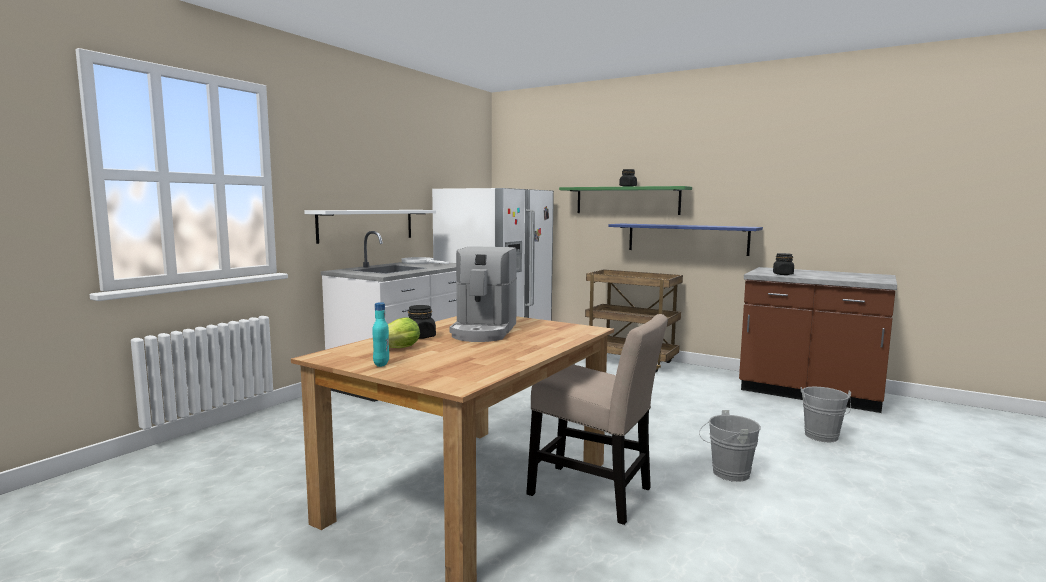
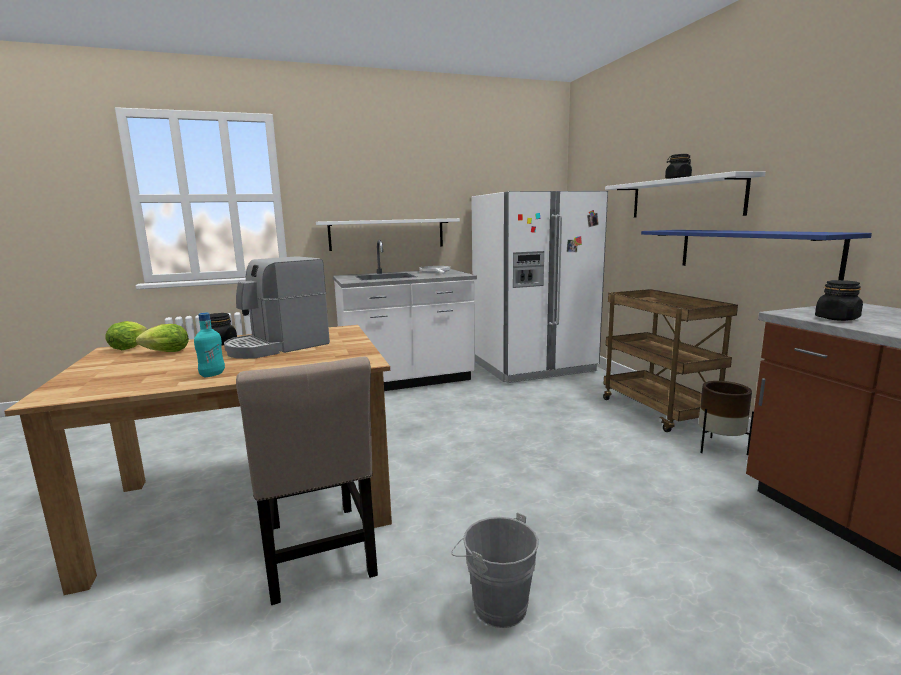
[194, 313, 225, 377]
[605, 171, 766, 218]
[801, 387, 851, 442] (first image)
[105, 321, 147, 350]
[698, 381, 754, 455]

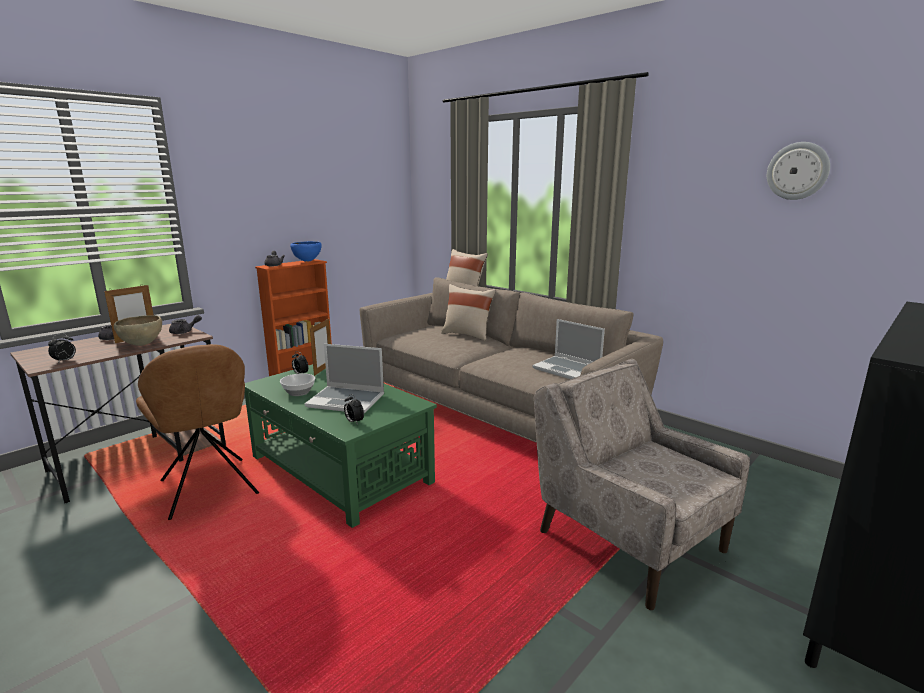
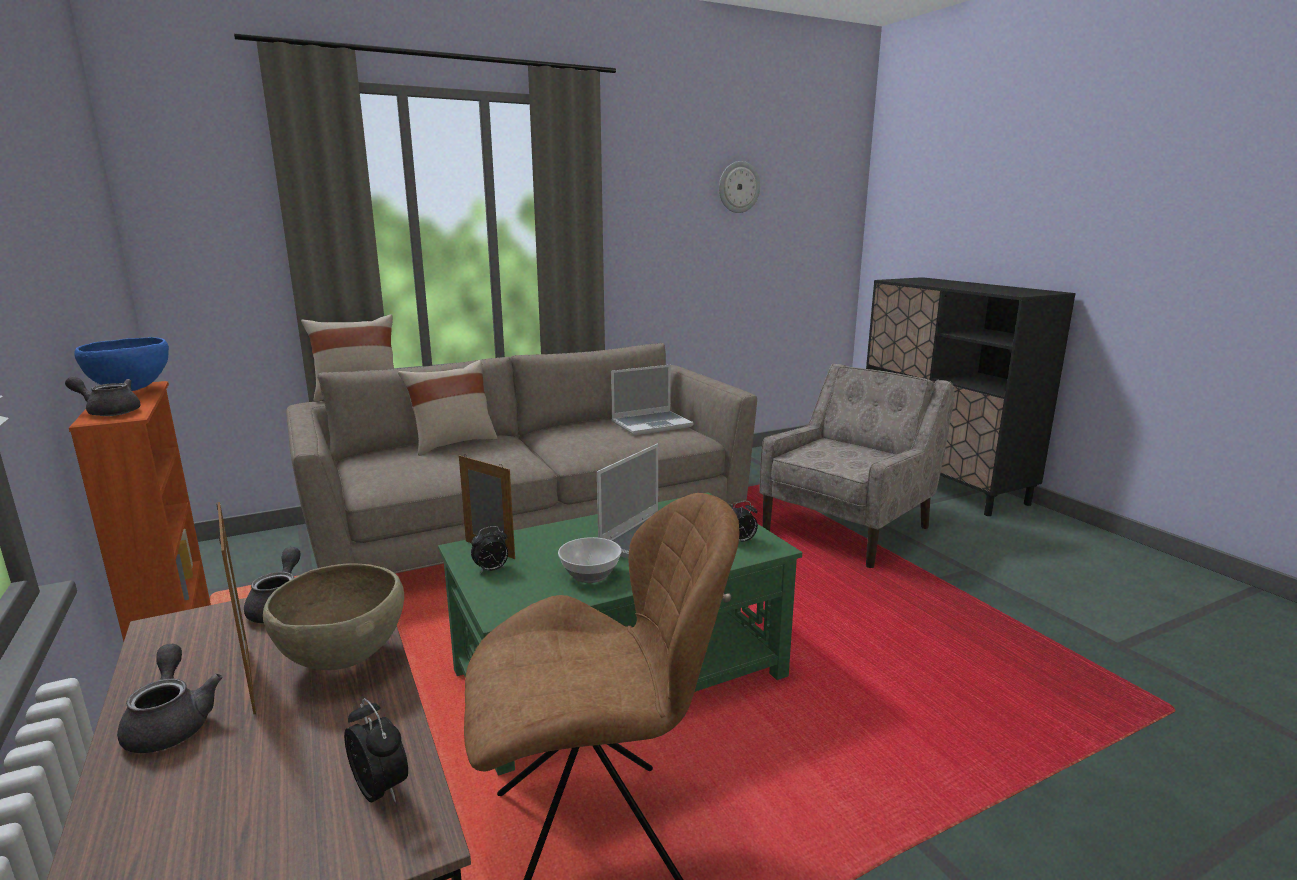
[759, 364, 955, 568]

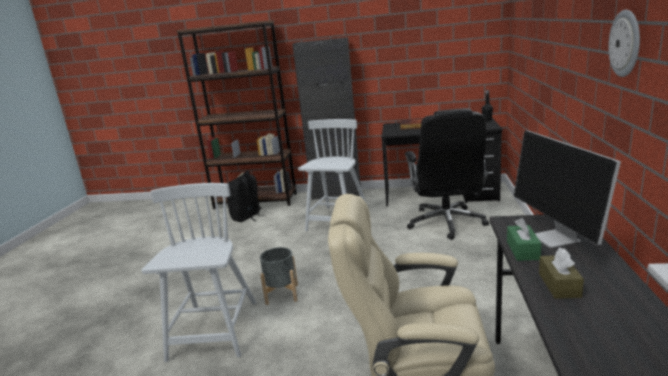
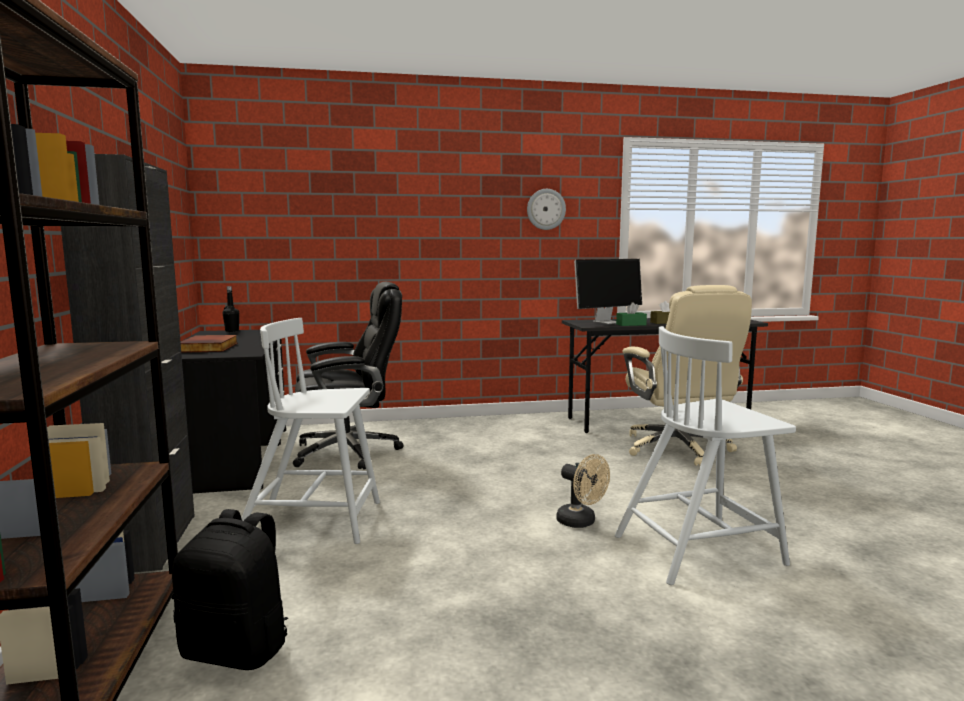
[556, 454, 610, 528]

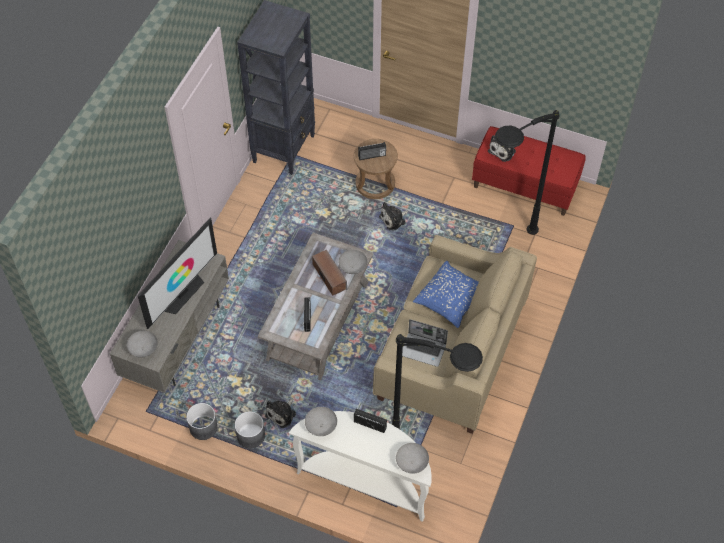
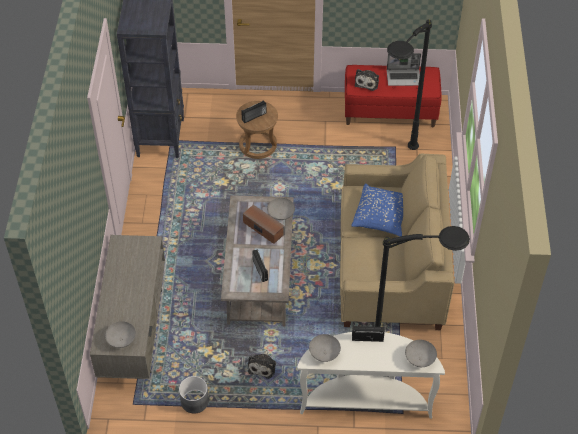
[138, 218, 217, 329] (first image)
[235, 411, 265, 448] (first image)
[379, 202, 408, 230] (first image)
[387, 53, 421, 86]

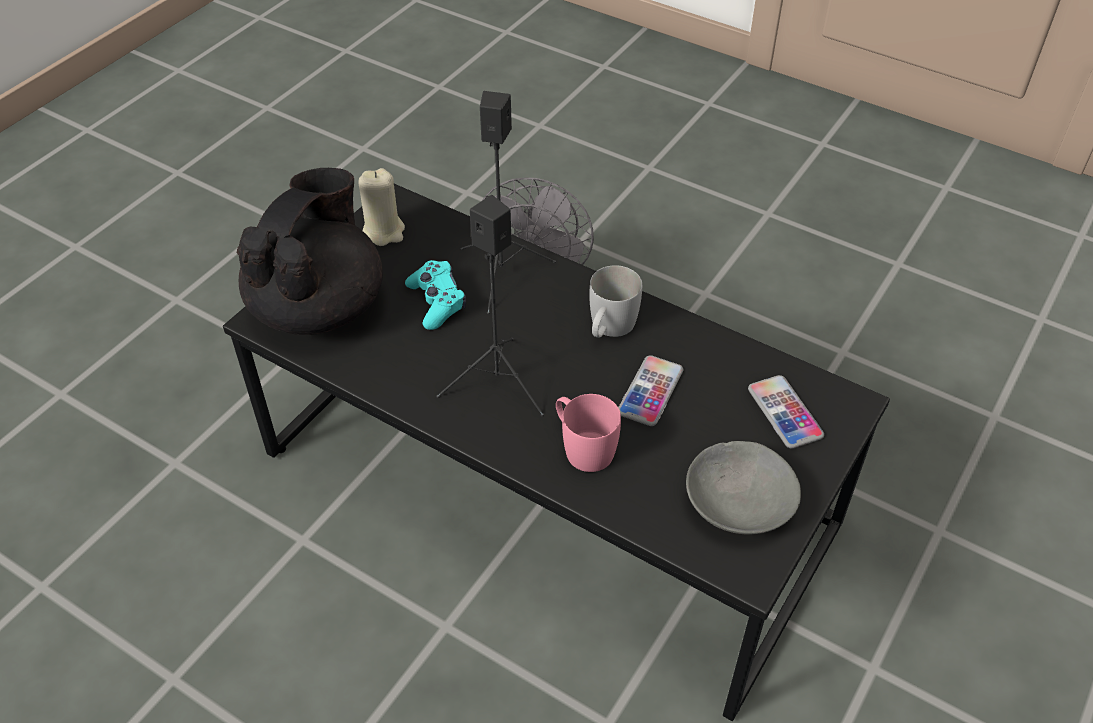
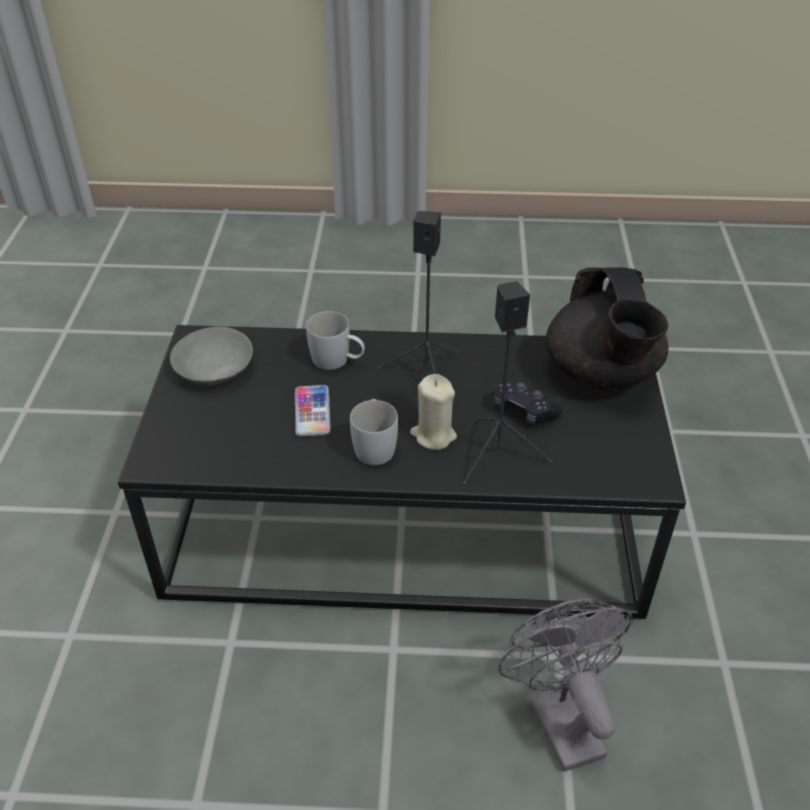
[410, 374, 457, 450]
[494, 382, 562, 426]
[306, 311, 365, 370]
[748, 375, 824, 449] (first image)

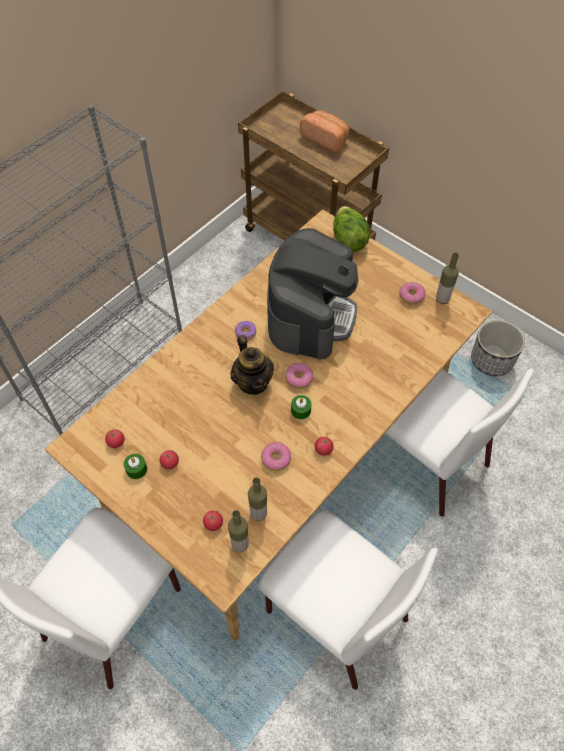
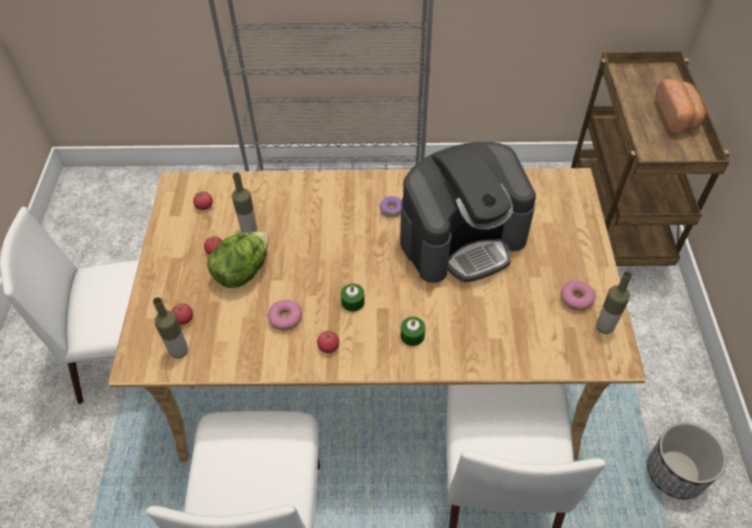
[401, 317, 425, 346]
[230, 335, 274, 395] (first image)
[232, 172, 257, 233]
[285, 363, 313, 389] (first image)
[207, 231, 269, 288]

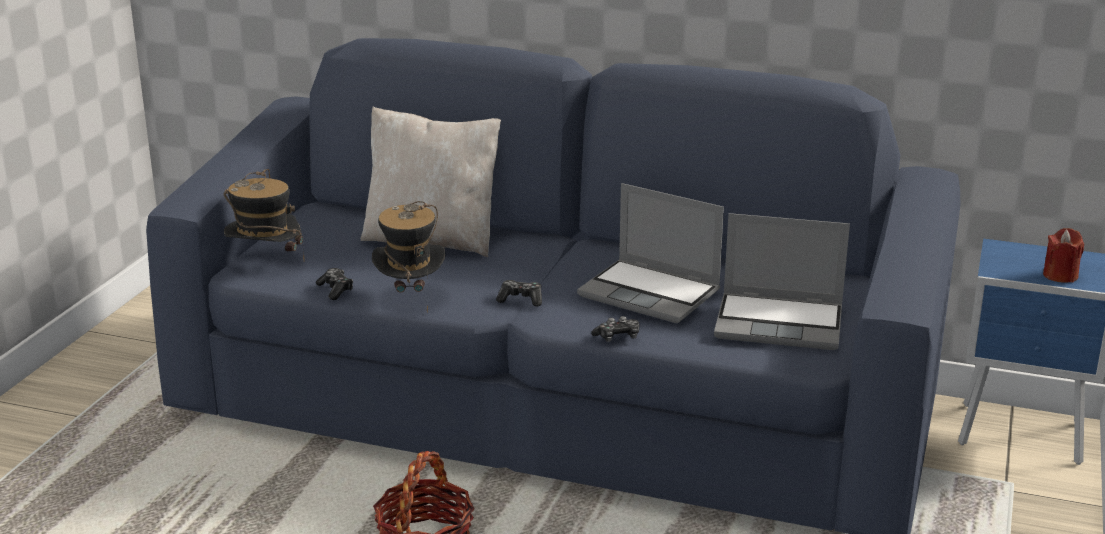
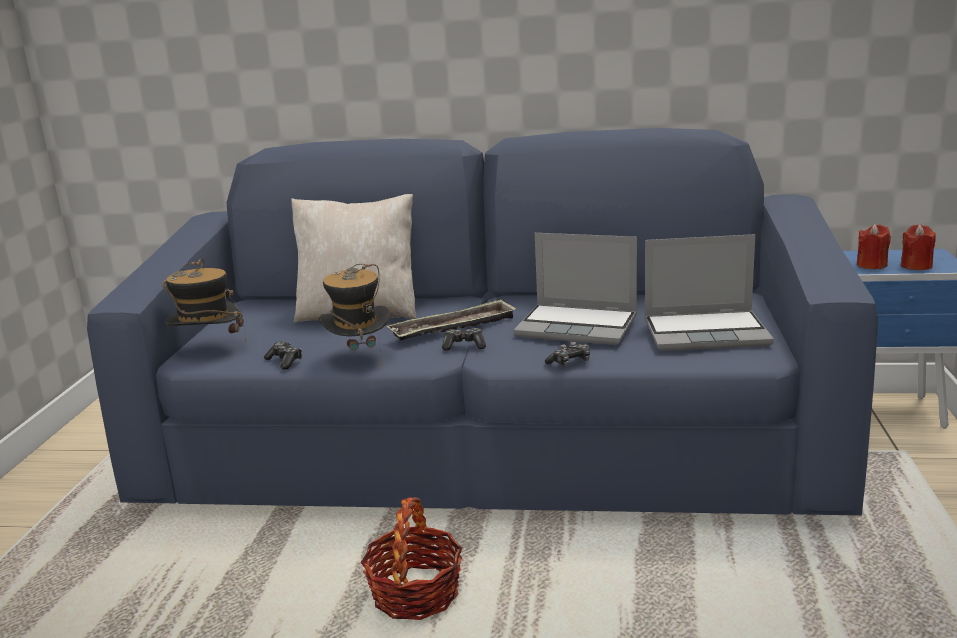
[387, 299, 516, 341]
[857, 224, 891, 269]

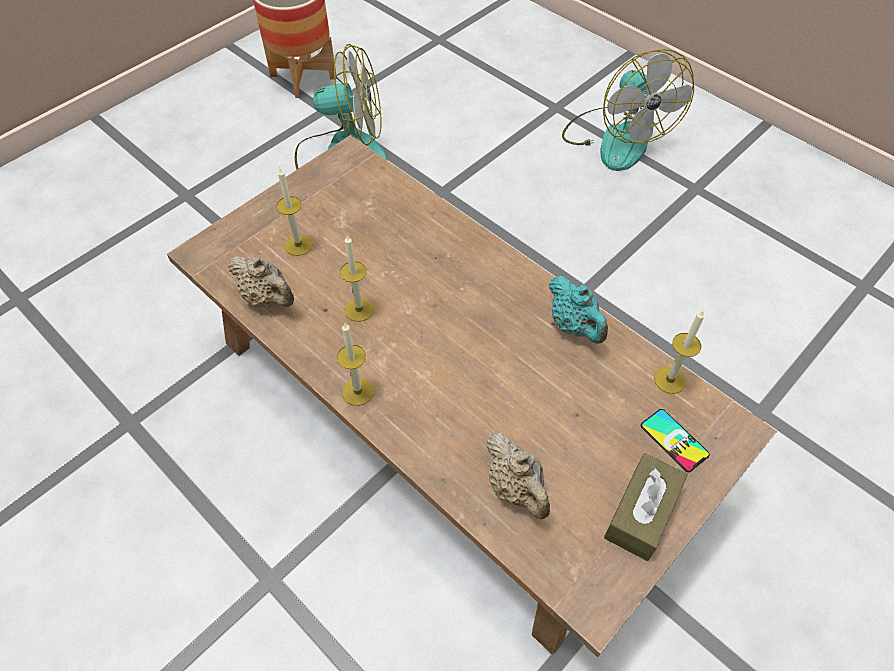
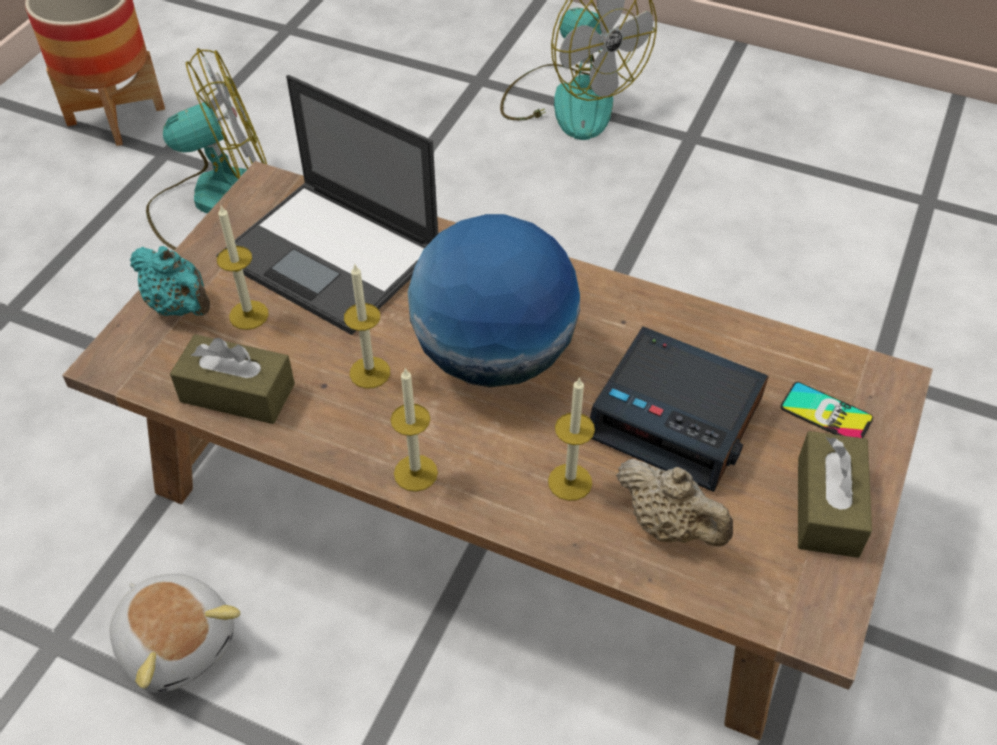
[170, 334, 295, 424]
[130, 246, 210, 316]
[548, 377, 595, 501]
[109, 573, 241, 693]
[217, 75, 438, 335]
[408, 214, 580, 387]
[590, 327, 769, 492]

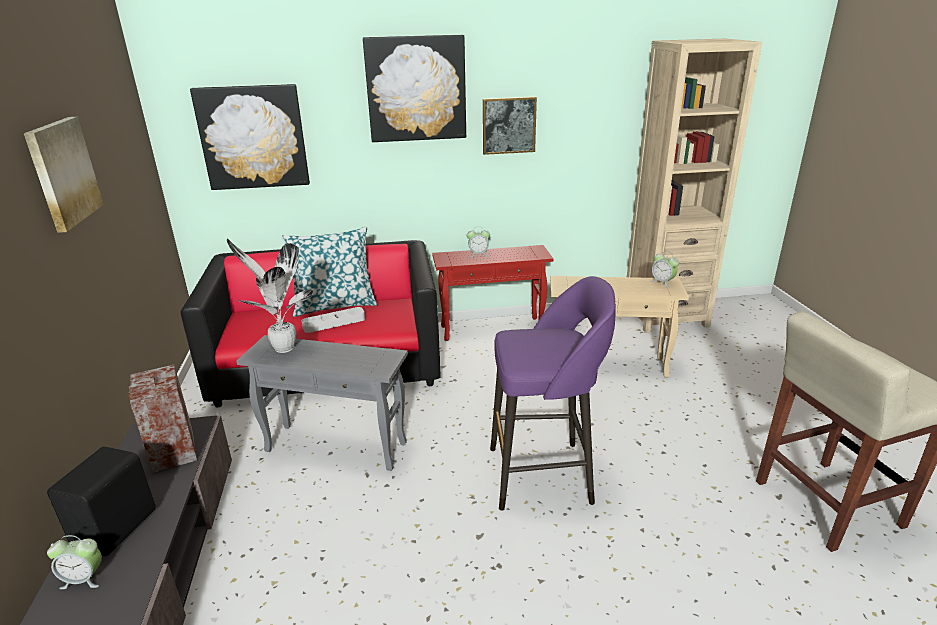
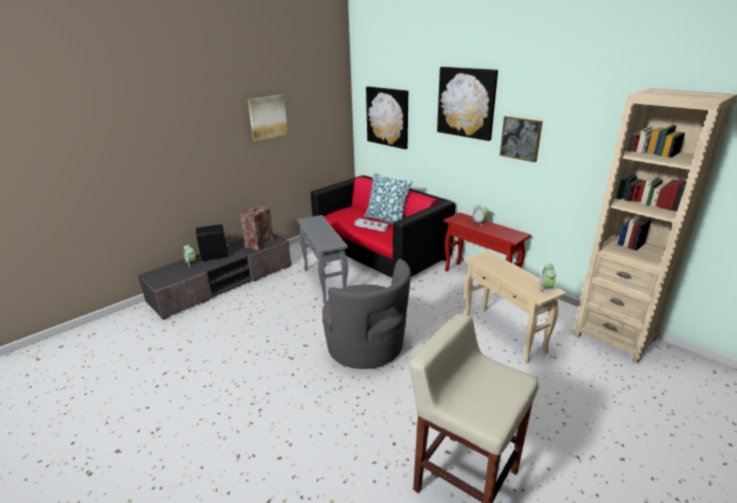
[227, 239, 313, 353] (first image)
[322, 259, 411, 369]

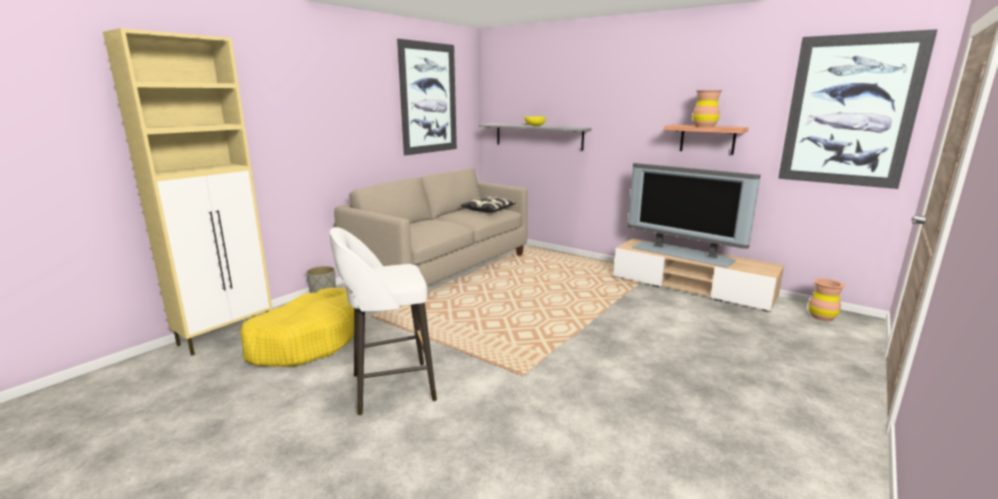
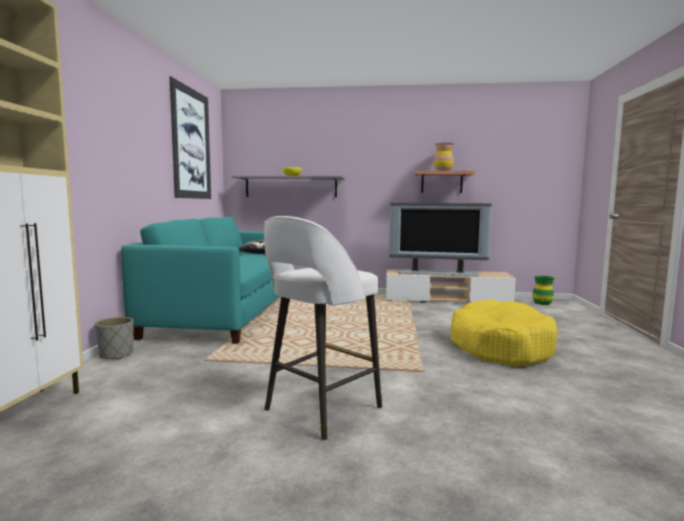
[450, 299, 557, 367]
[121, 217, 293, 344]
[778, 29, 938, 189] (first image)
[532, 276, 555, 305]

